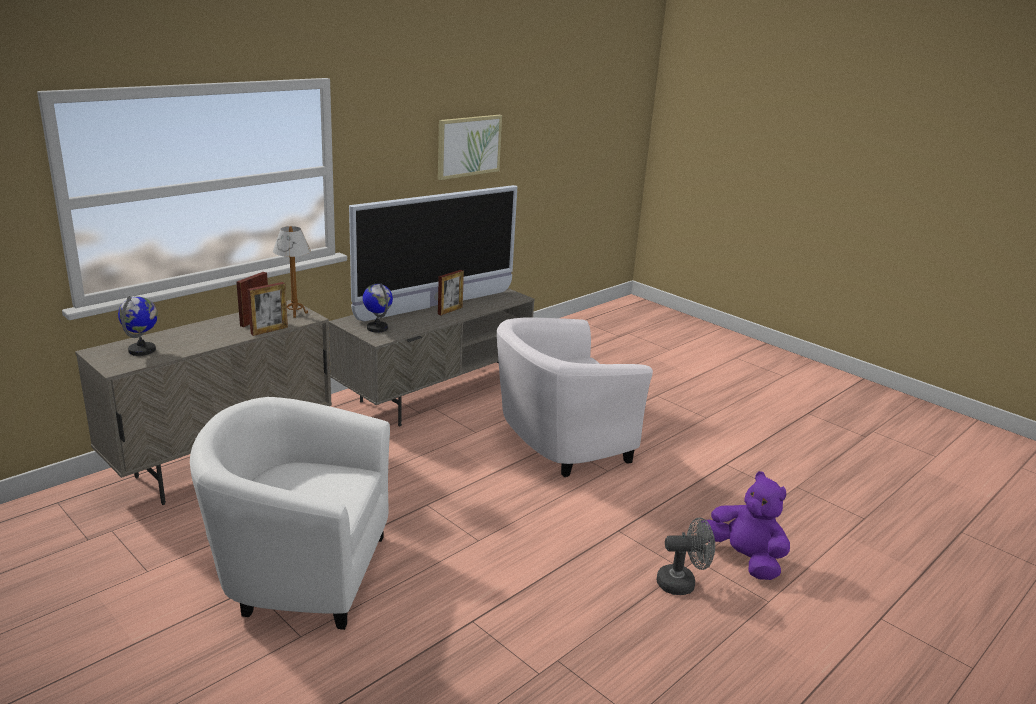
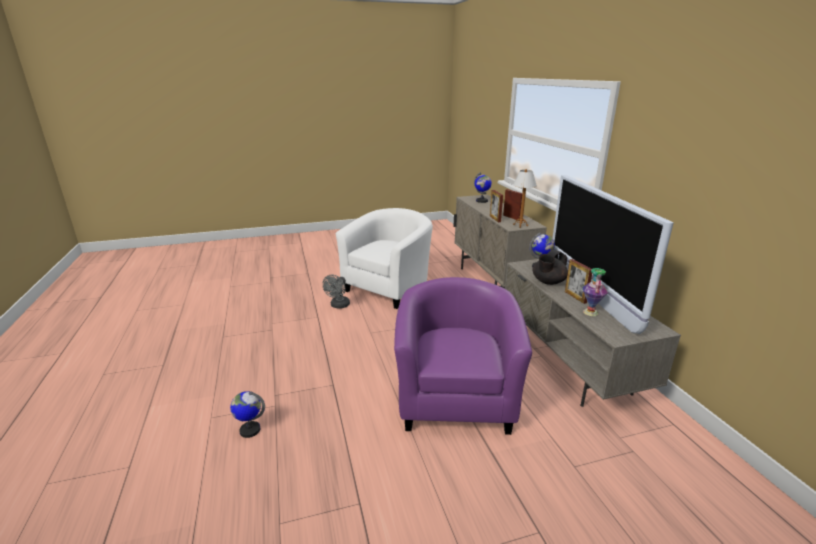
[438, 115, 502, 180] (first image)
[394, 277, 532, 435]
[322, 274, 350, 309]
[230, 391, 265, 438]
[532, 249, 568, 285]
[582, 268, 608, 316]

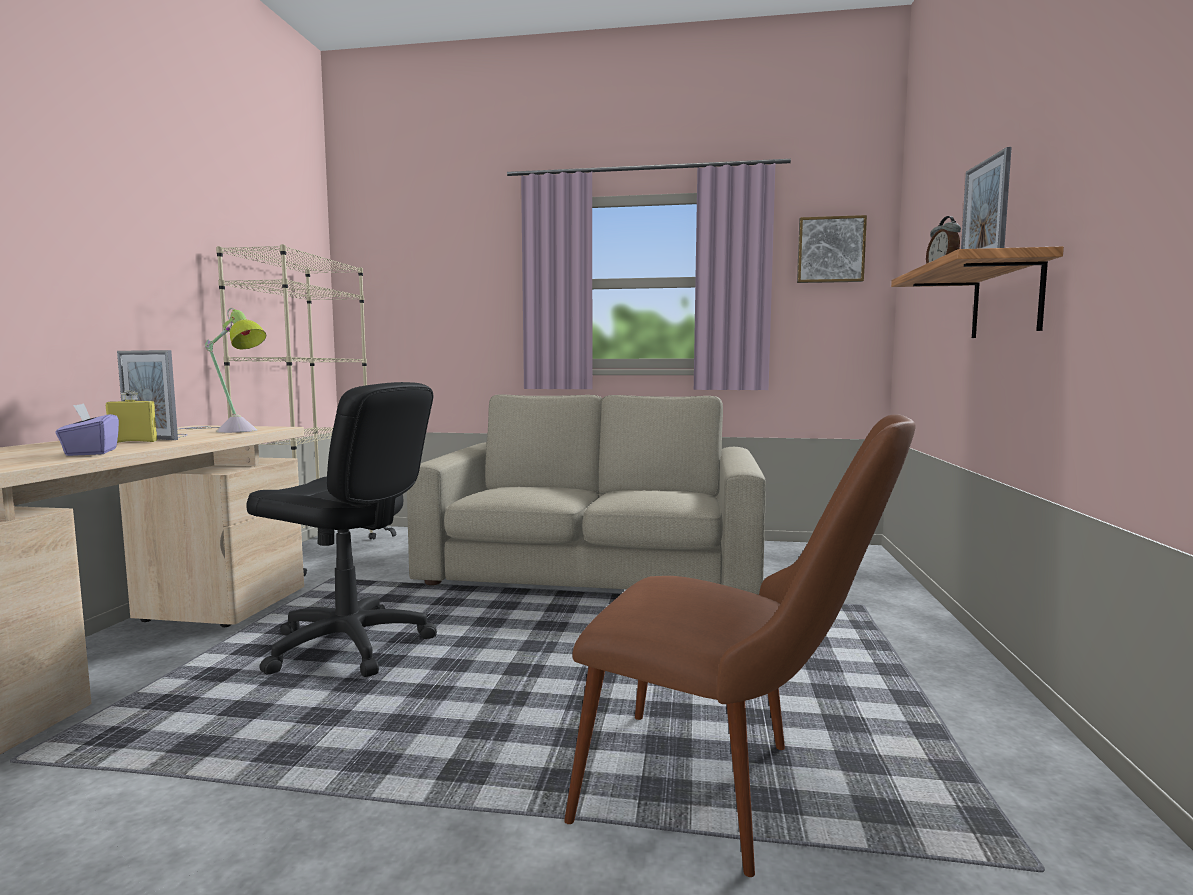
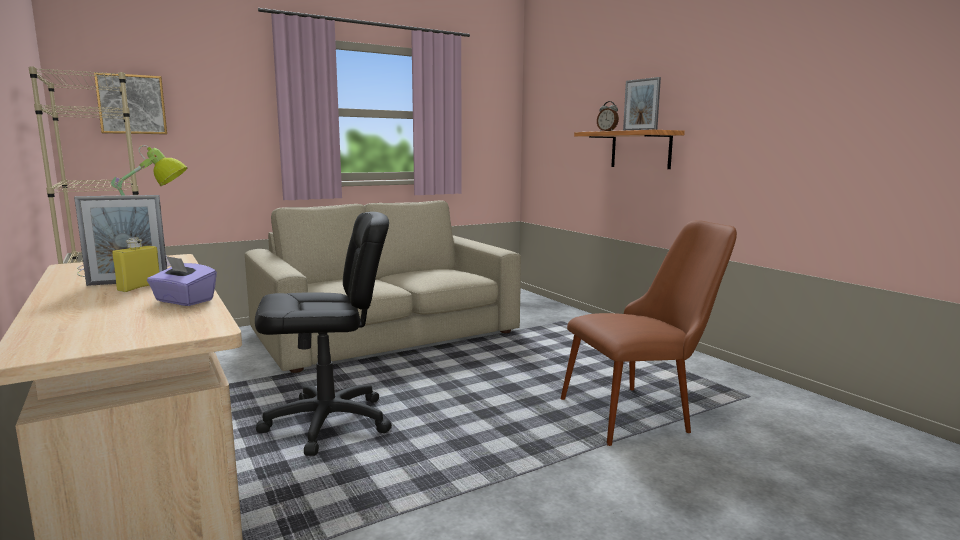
[94, 73, 167, 134]

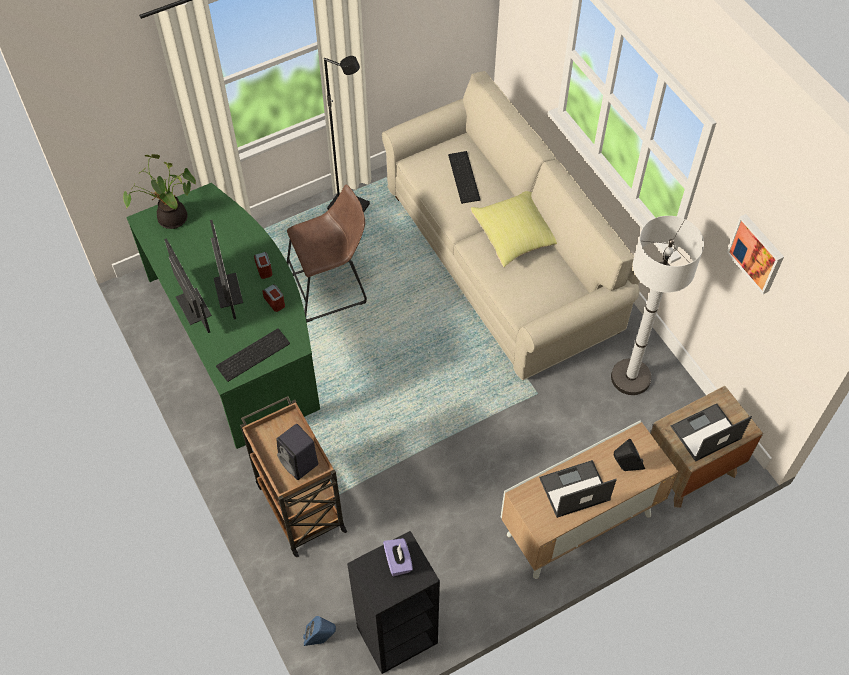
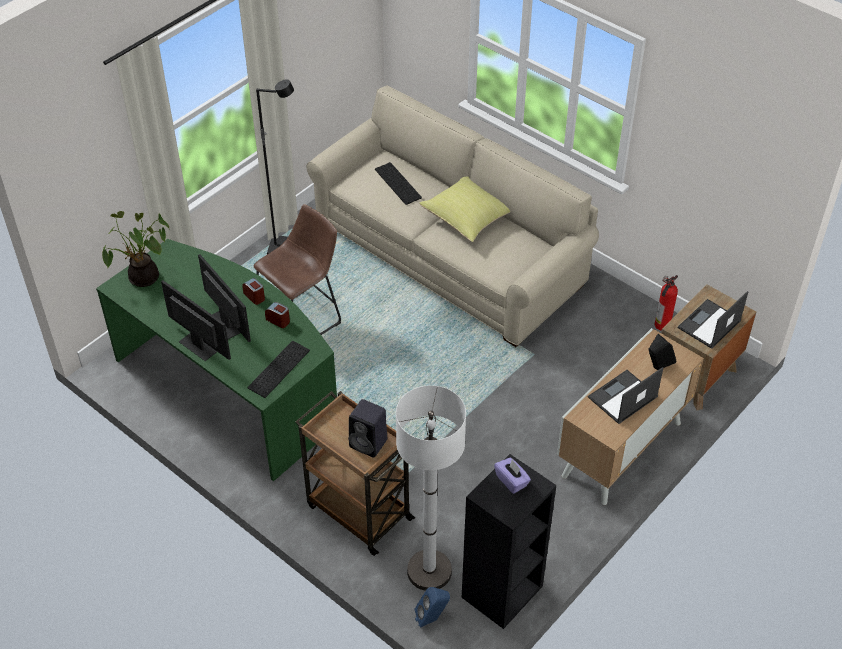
[396, 385, 466, 591]
[727, 214, 784, 295] (first image)
[655, 275, 678, 331]

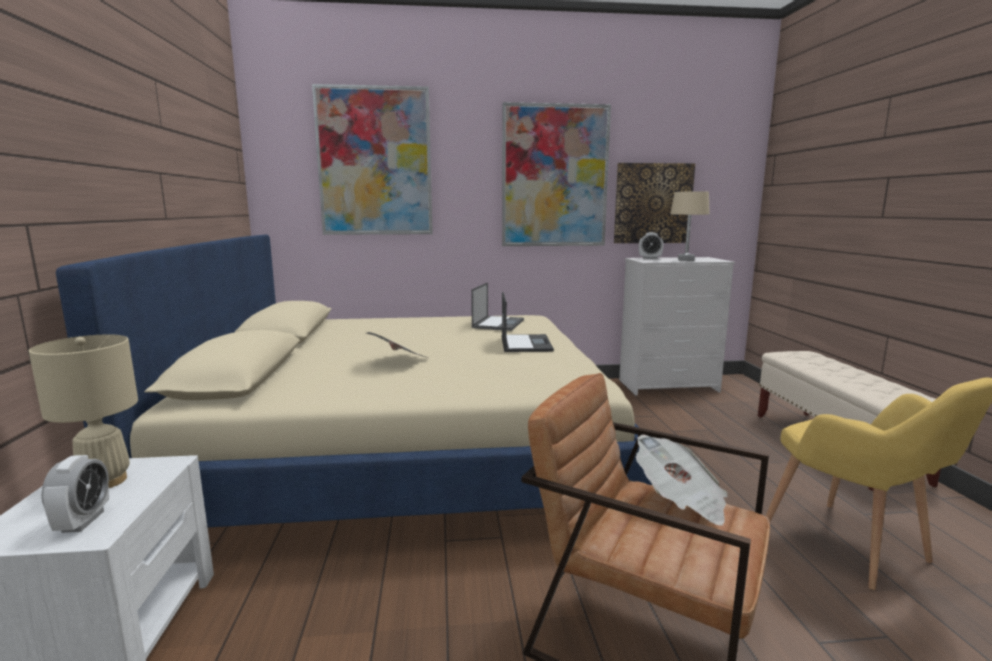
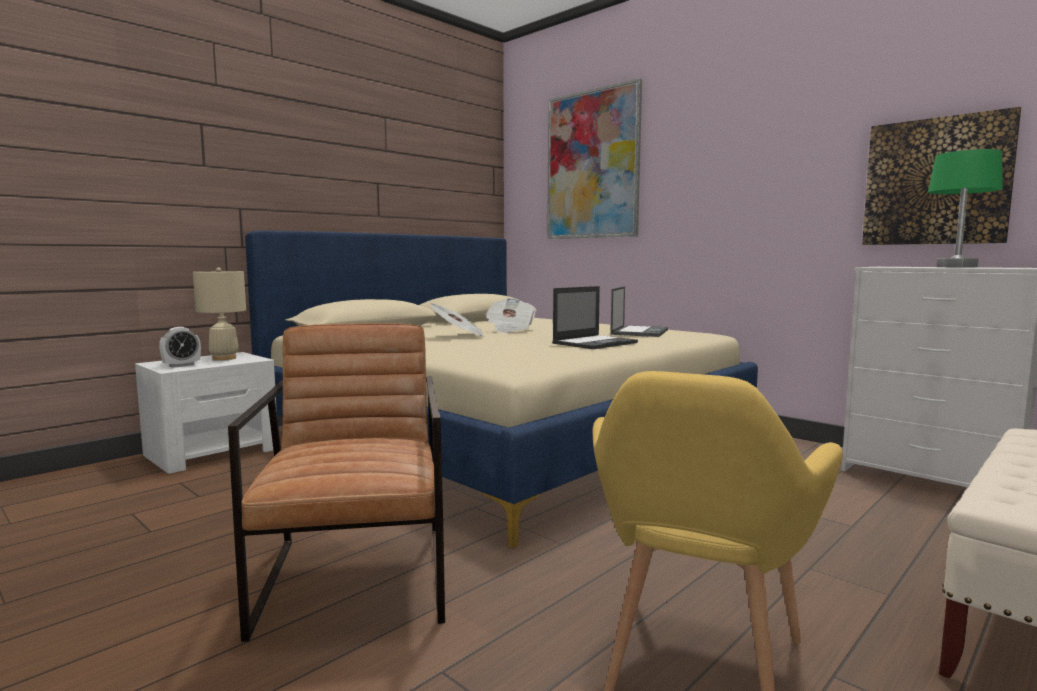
[611, 286, 668, 337]
[502, 102, 611, 246] (first image)
[485, 298, 536, 333]
[639, 232, 663, 259] (first image)
[928, 149, 1003, 268]

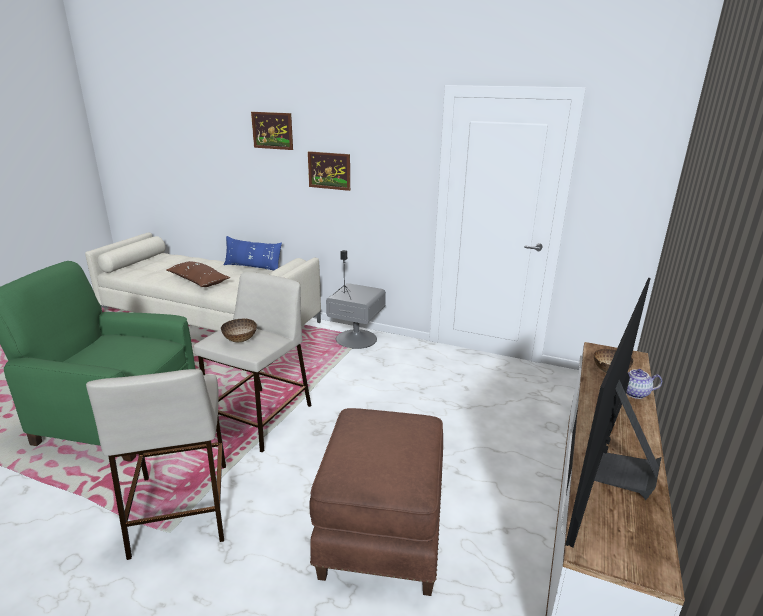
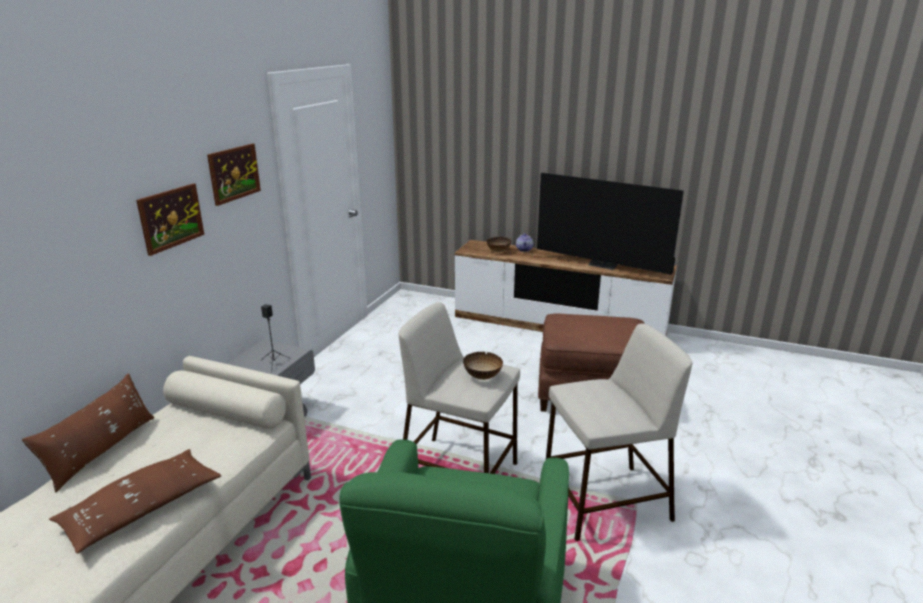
[22, 373, 155, 492]
[207, 144, 261, 206]

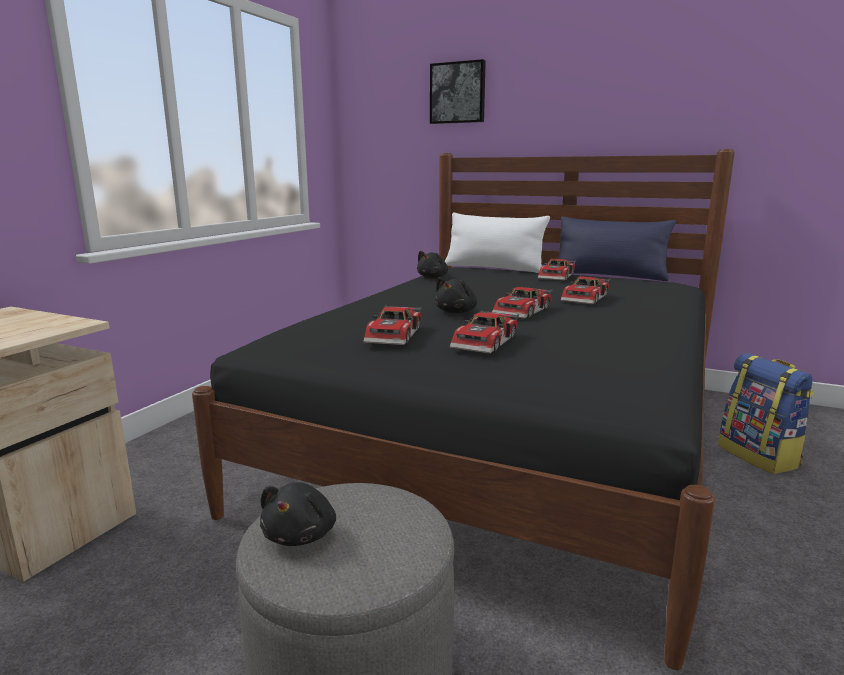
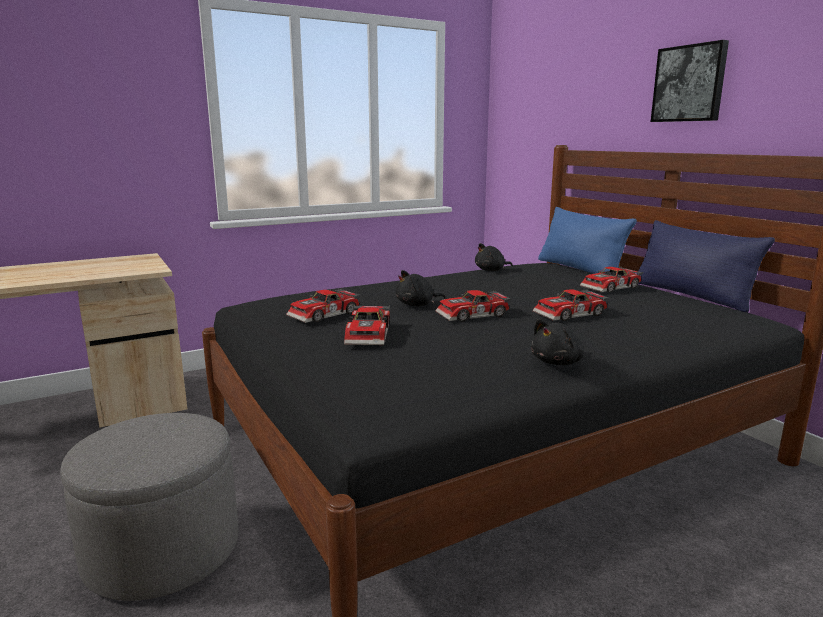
[531, 319, 584, 365]
[651, 40, 729, 122]
[538, 207, 637, 274]
[344, 305, 390, 345]
[718, 353, 814, 474] (first image)

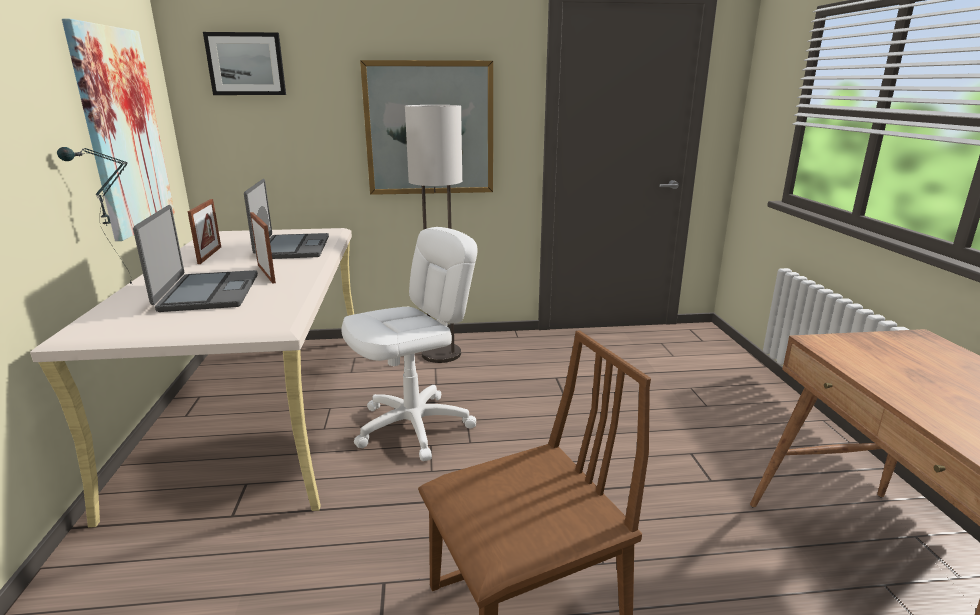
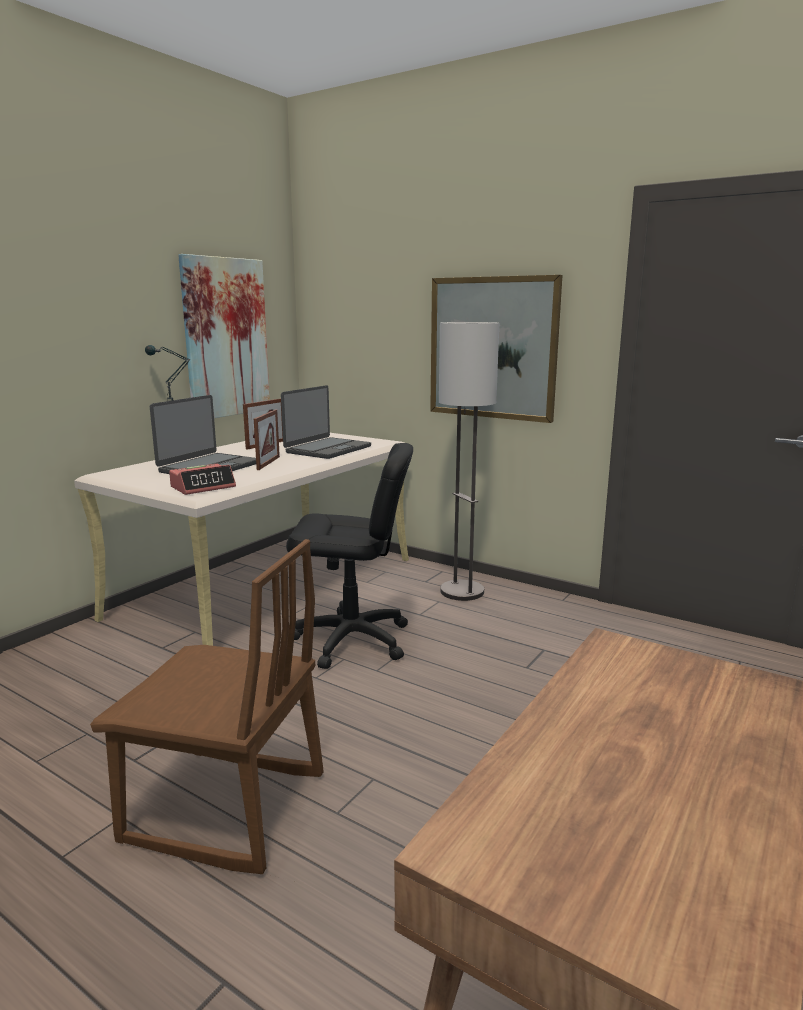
[203, 32, 286, 95] (first image)
[286, 443, 413, 669]
[169, 464, 236, 495]

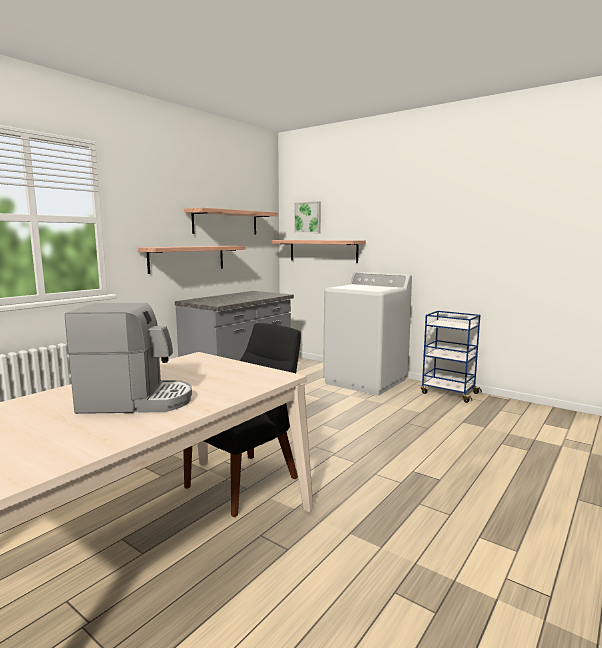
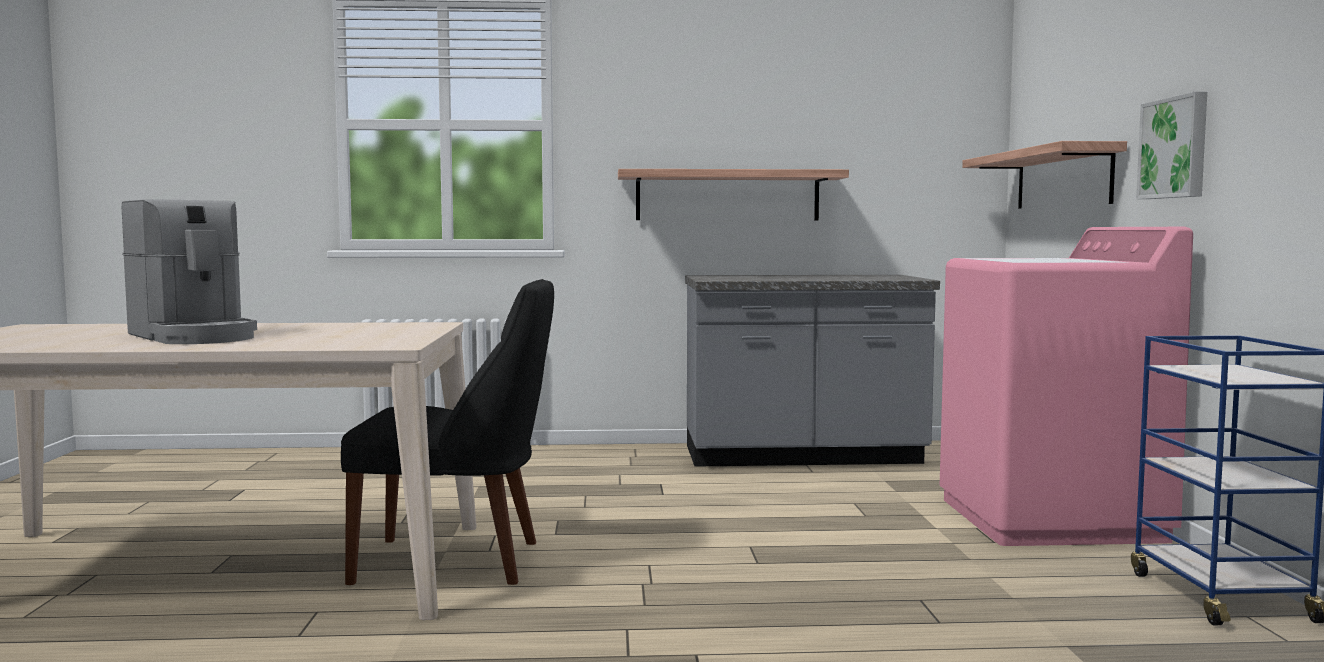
[184, 208, 278, 235] (first image)
[1136, 92, 1207, 199]
[940, 227, 1193, 546]

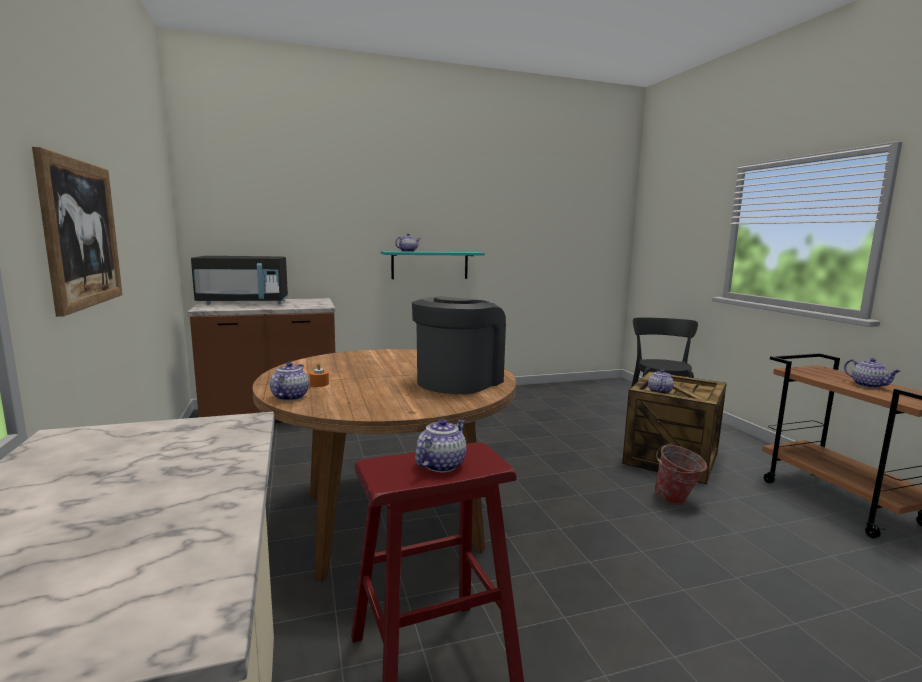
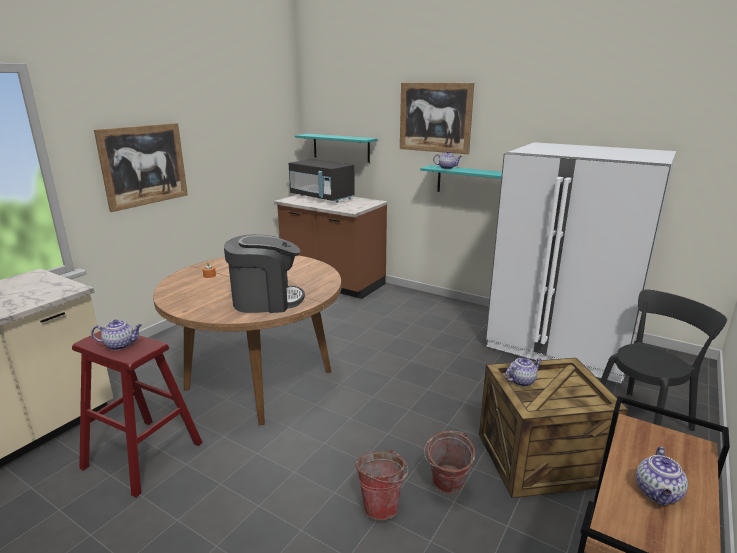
[270, 362, 309, 401] (first image)
[295, 134, 378, 163]
[355, 449, 408, 520]
[400, 83, 474, 154]
[486, 142, 676, 384]

